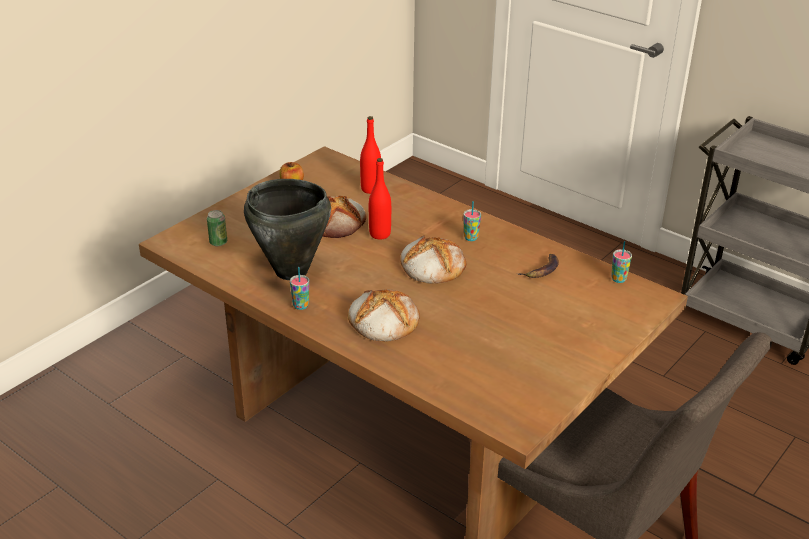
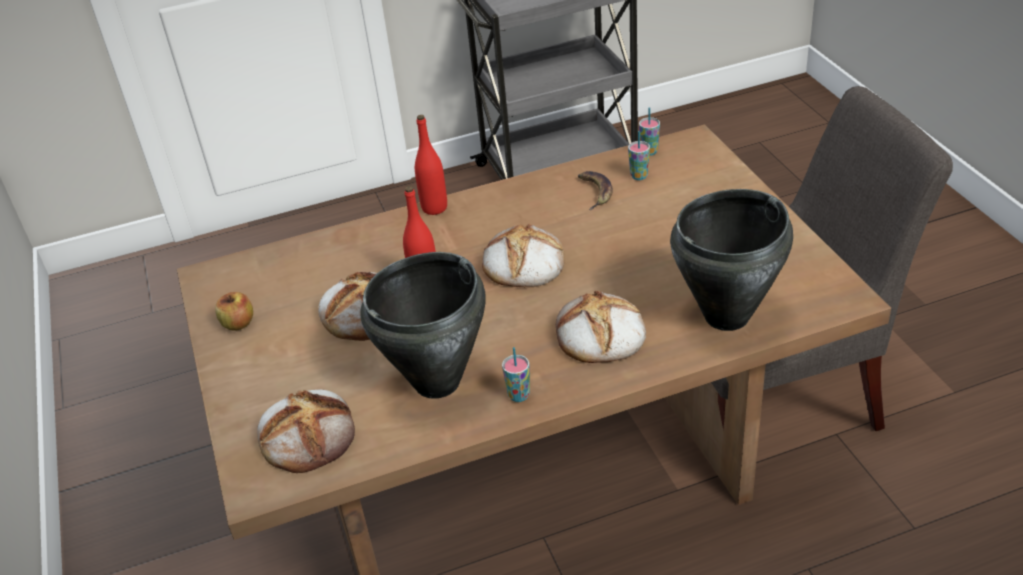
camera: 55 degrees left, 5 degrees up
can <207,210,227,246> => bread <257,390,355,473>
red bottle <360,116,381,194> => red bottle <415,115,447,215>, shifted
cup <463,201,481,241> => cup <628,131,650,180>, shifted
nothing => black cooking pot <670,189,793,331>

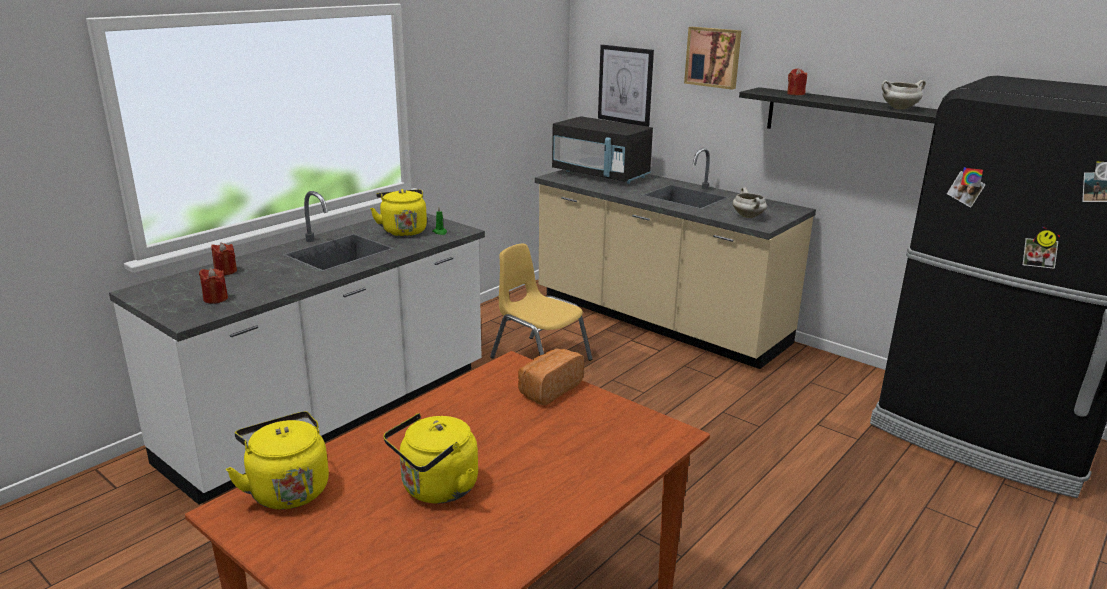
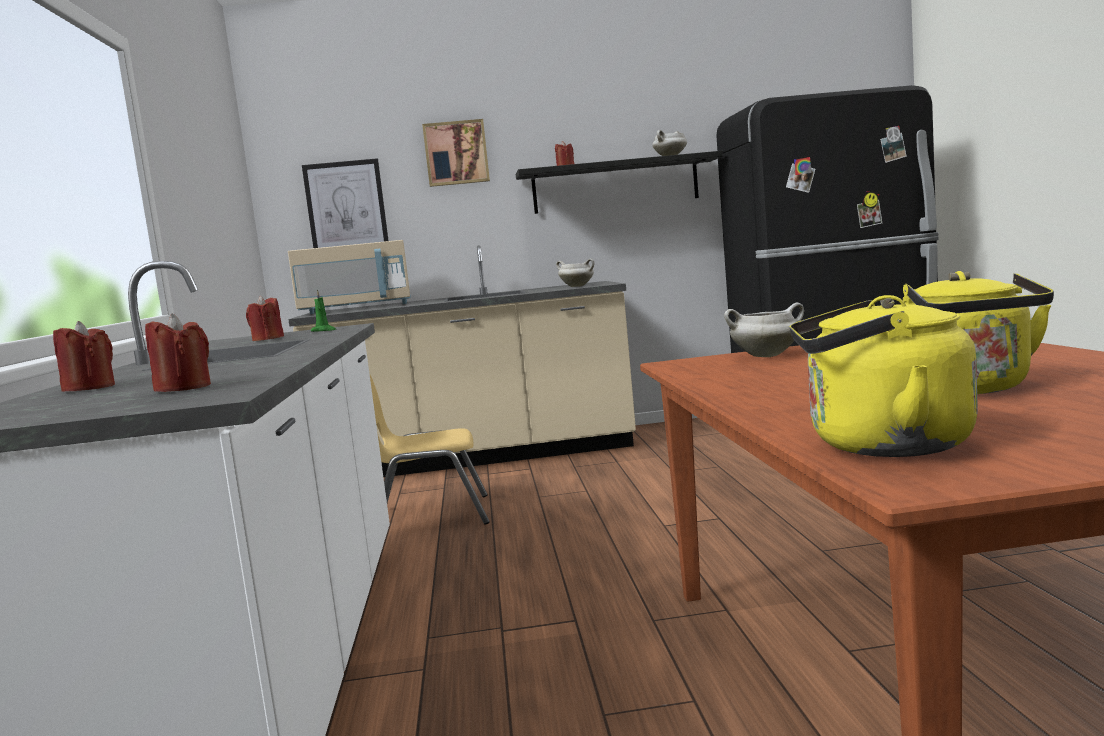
camera: 45 degrees left, 15 degrees down
yellow kettle <370,189,427,236> => red candle <246,296,284,341>
black microwave <552,116,653,184> => beige microwave <288,240,411,314>
bread <518,348,584,405> => white cooking pot <724,303,804,357>

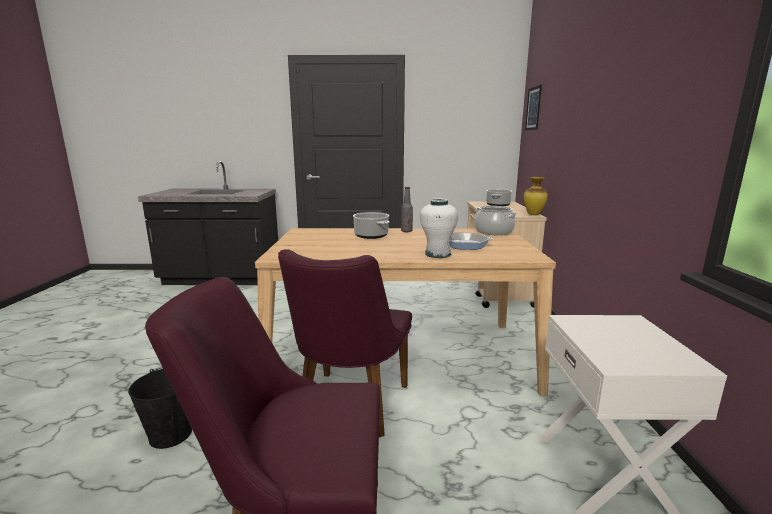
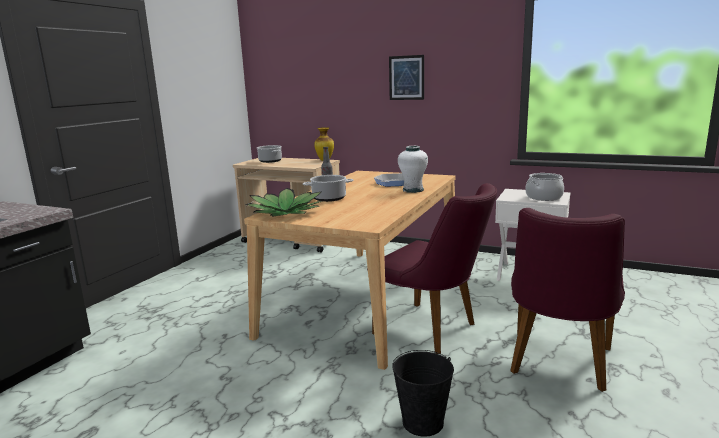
camera: 65 degrees left, 0 degrees up
nothing => potted plant <245,188,322,217>
picture <525,85,542,130> => picture <389,55,424,100>, shifted
cooking pot <474,206,516,235> => cooking pot <525,173,564,201>, shifted

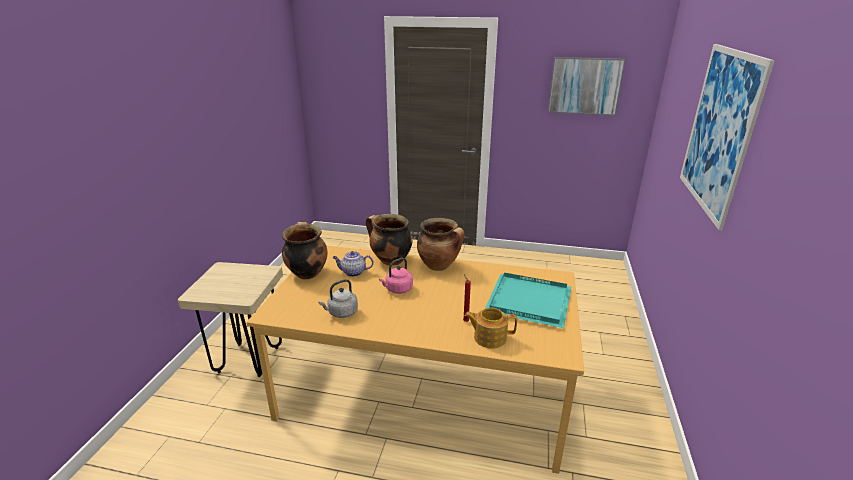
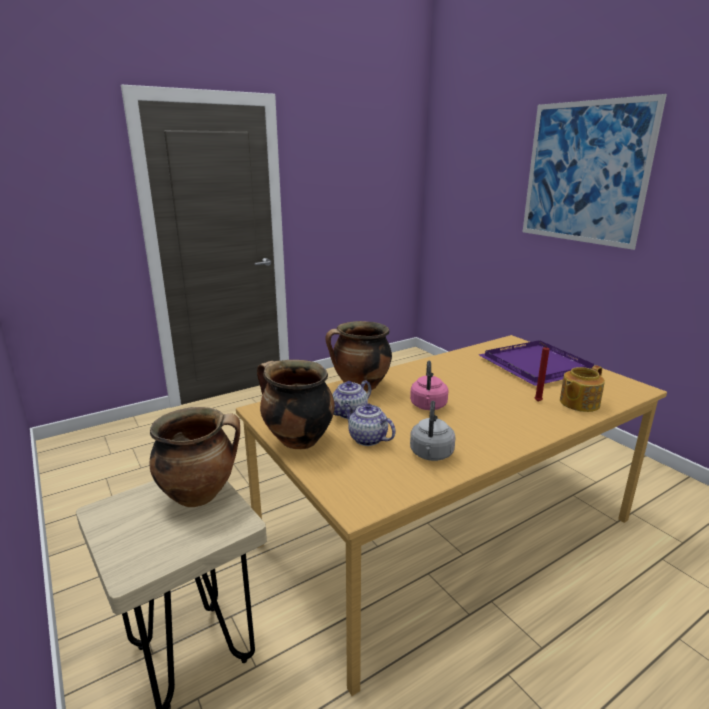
camera: 45 degrees left, 5 degrees down
cooking pot <417,218,465,271> => cooking pot <149,407,240,507>, shifted
nothing => teapot <343,403,396,446>
turquoise tray <485,273,571,328> => purple tray <479,340,594,386>
picture <548,57,626,116> => nothing

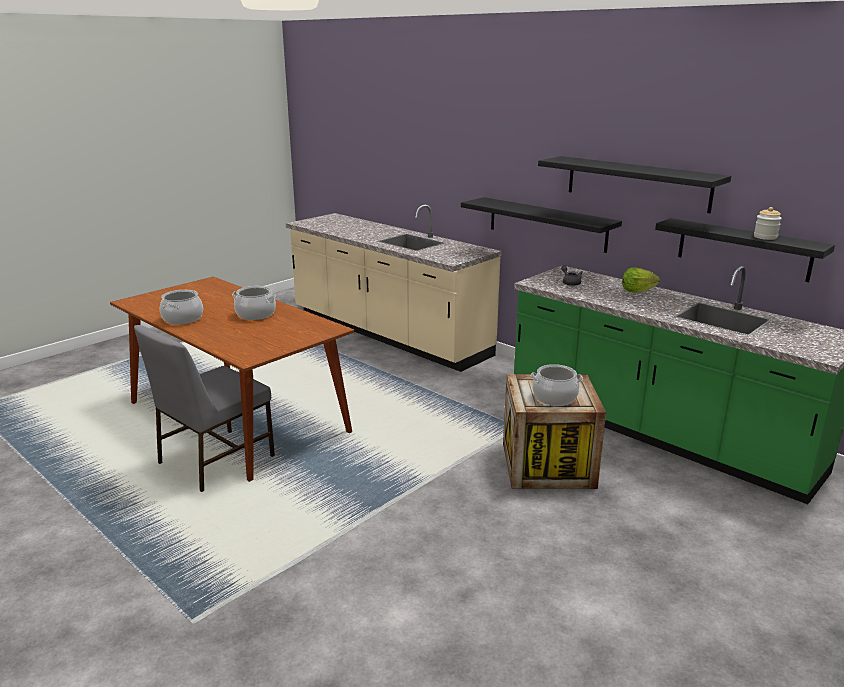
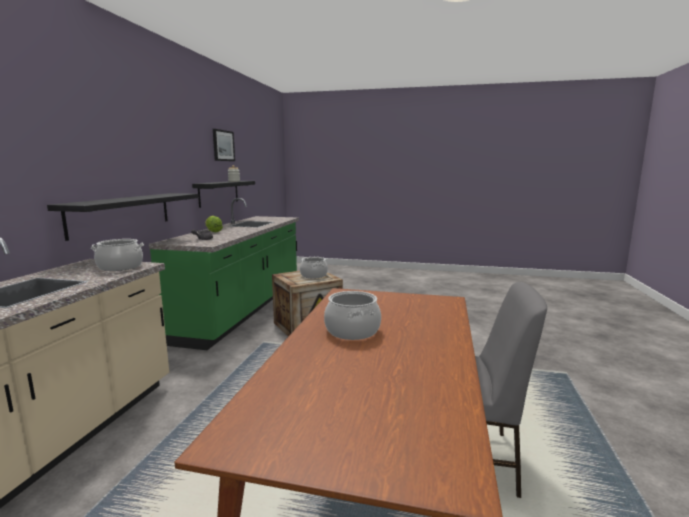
camera: 120 degrees left, 10 degrees down
cooking pot <160,290,203,325> => cooking pot <91,239,144,271>, shifted
nothing => picture <213,129,235,161>
black shelf <538,156,731,213> => nothing

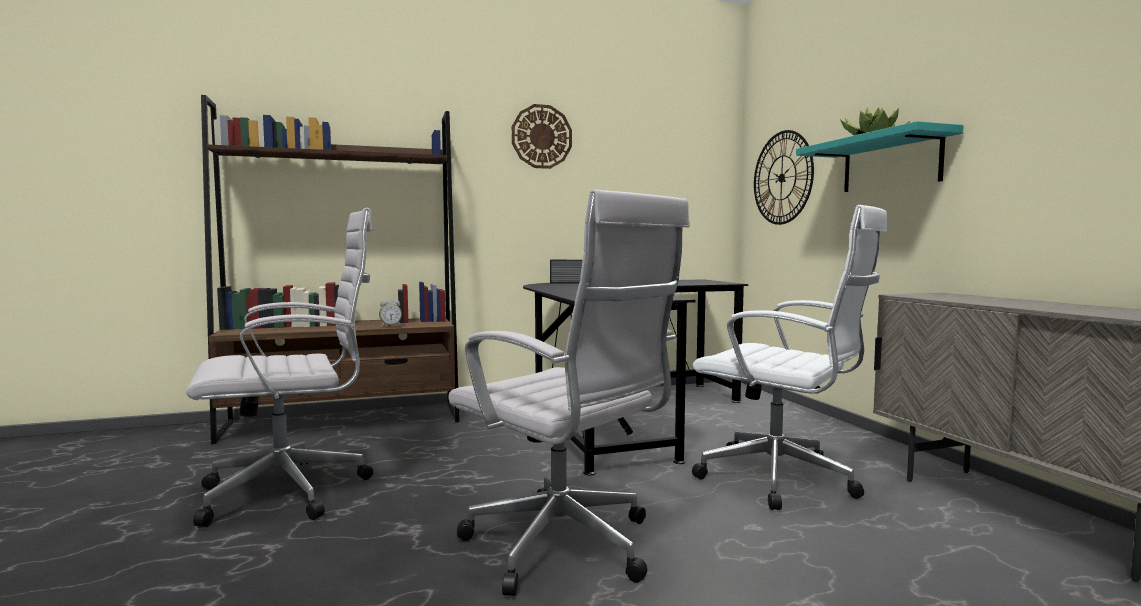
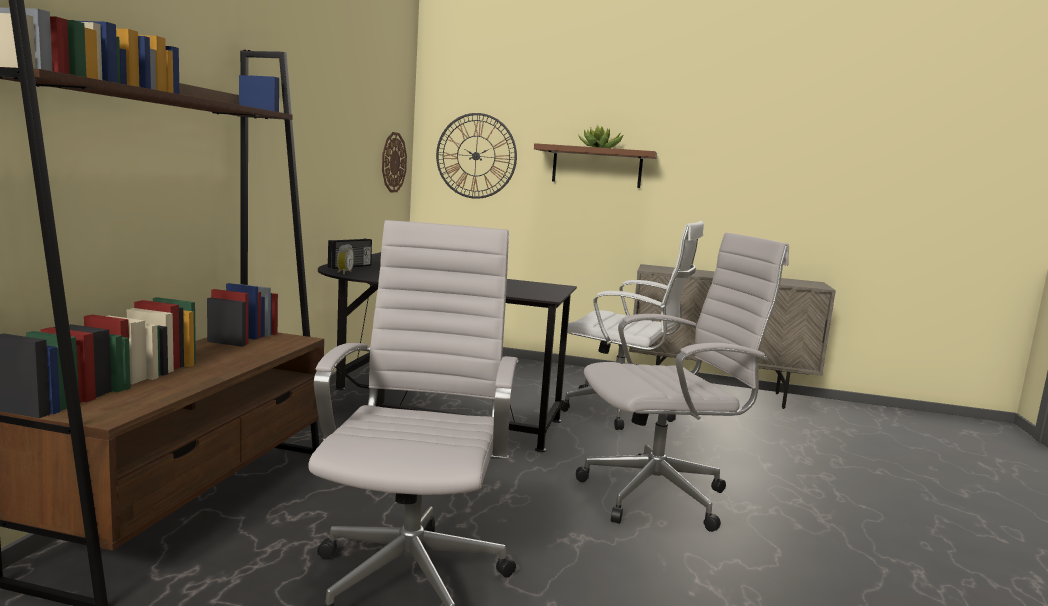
camera: 60 degrees left, 5 degrees up
alarm clock <379,300,402,328> => alarm clock <337,244,354,275>, shifted
wall clock <512,104,572,169> => wall clock <382,132,407,192>, shifted
turquoise shelf <796,121,964,192> => brown shelf <534,143,657,188>
white office chair <692,205,888,510> => white office chair <561,221,704,430>, 45 degrees clockwise

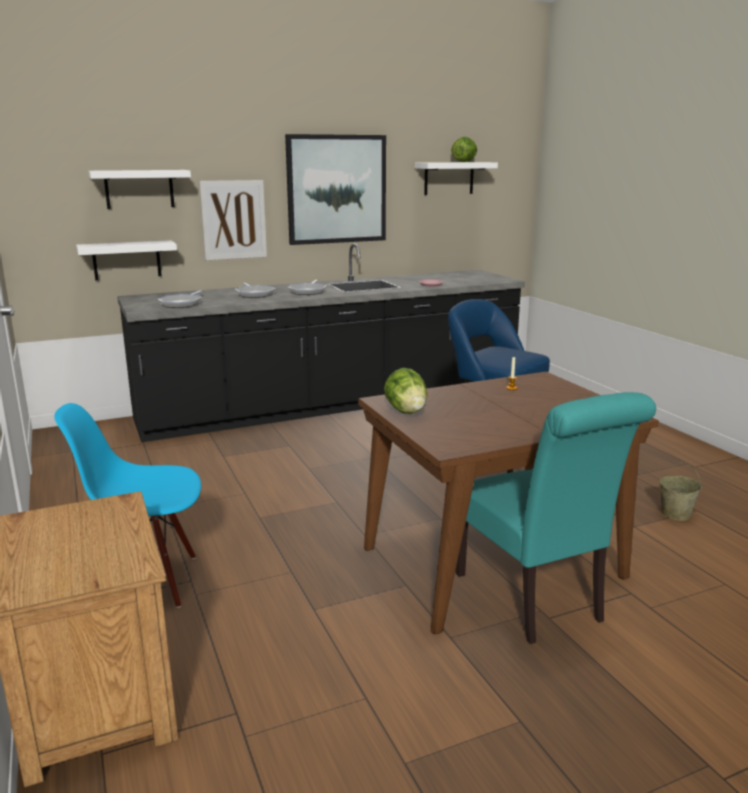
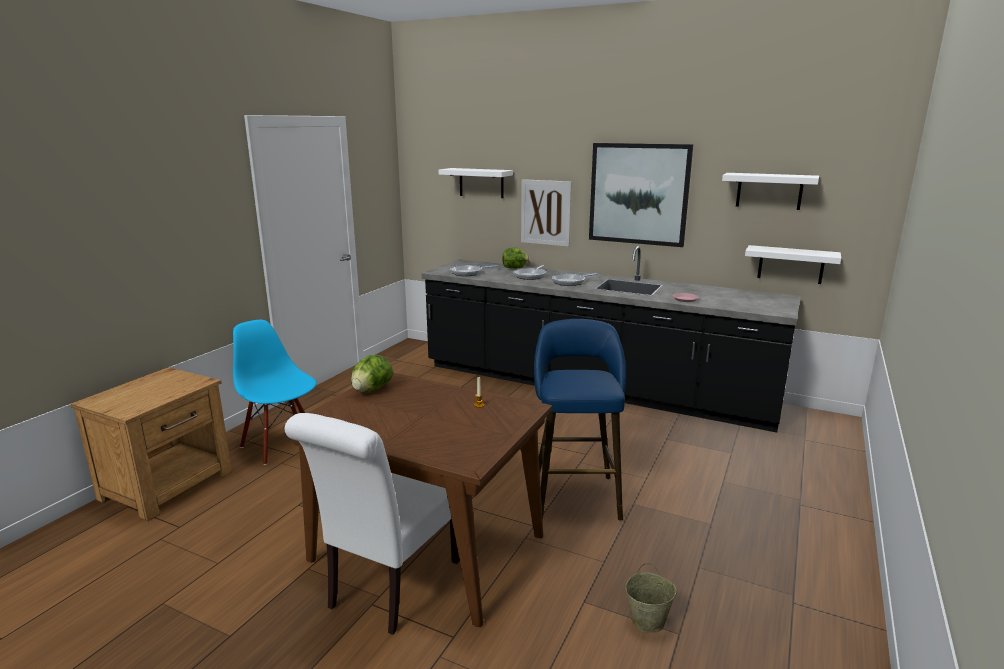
camera: 50 degrees right, 0 degrees up
turquoise chair <456,392,656,644> => white chair <284,413,460,635>
lettuce <451,136,477,162> => lettuce <502,247,529,269>, shifted
white shelf <76,240,177,280> => white shelf <745,245,841,284>, shifted

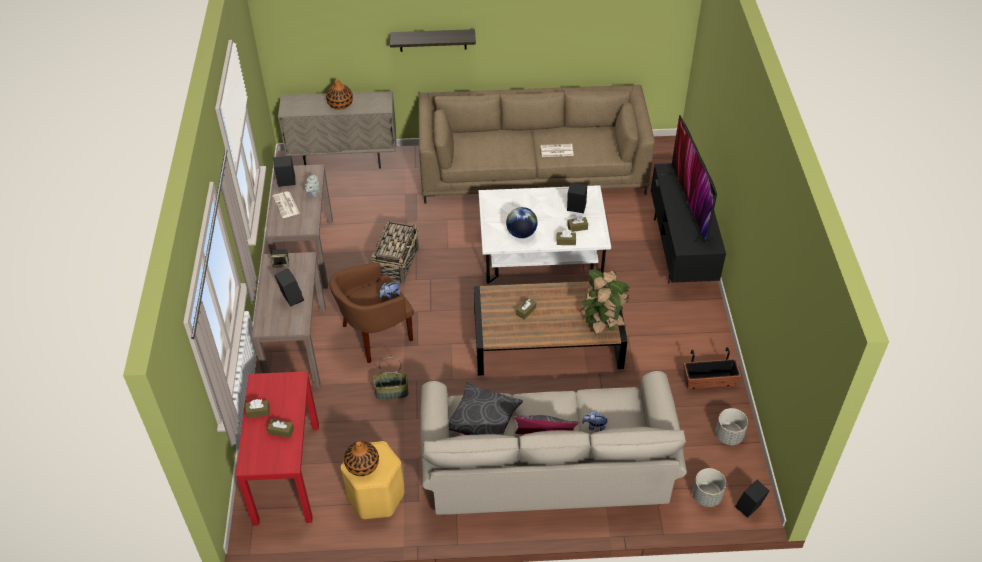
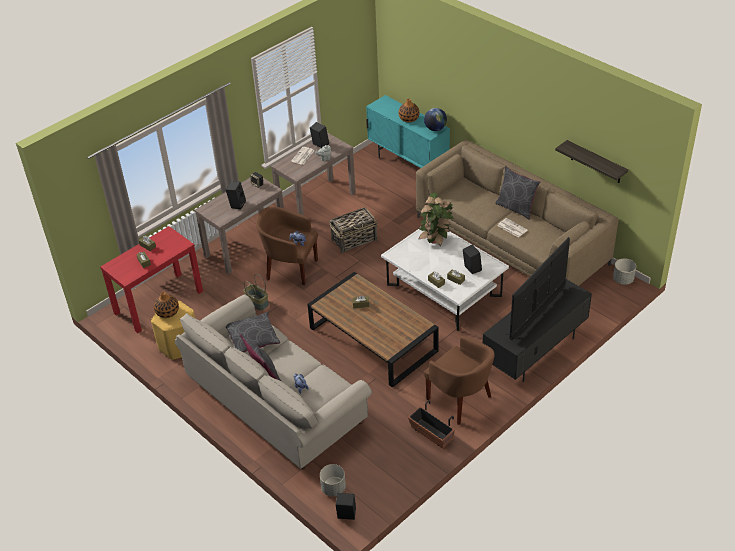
camera: 50 degrees right, 5 degrees down
beige cabinet <278,91,396,169> => turquoise cabinet <366,95,450,168>
potted plant <580,269,630,335> => potted plant <418,192,454,246>, shifted
nothing => brown armchair <423,336,495,425>
globe <506,207,537,238> => globe <424,108,447,131>, shifted
nothing => grey pillow <495,166,540,220>
shelf <390,29,476,52> => shelf <555,140,628,183>, shifted
grey planter <715,408,748,445> => grey planter <613,258,636,285>, shifted

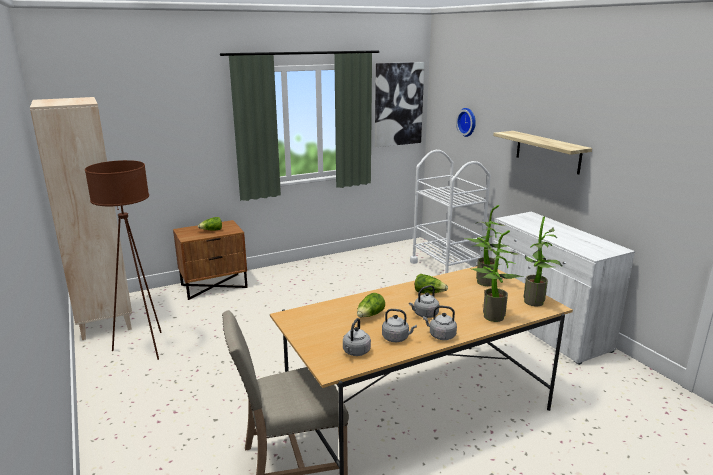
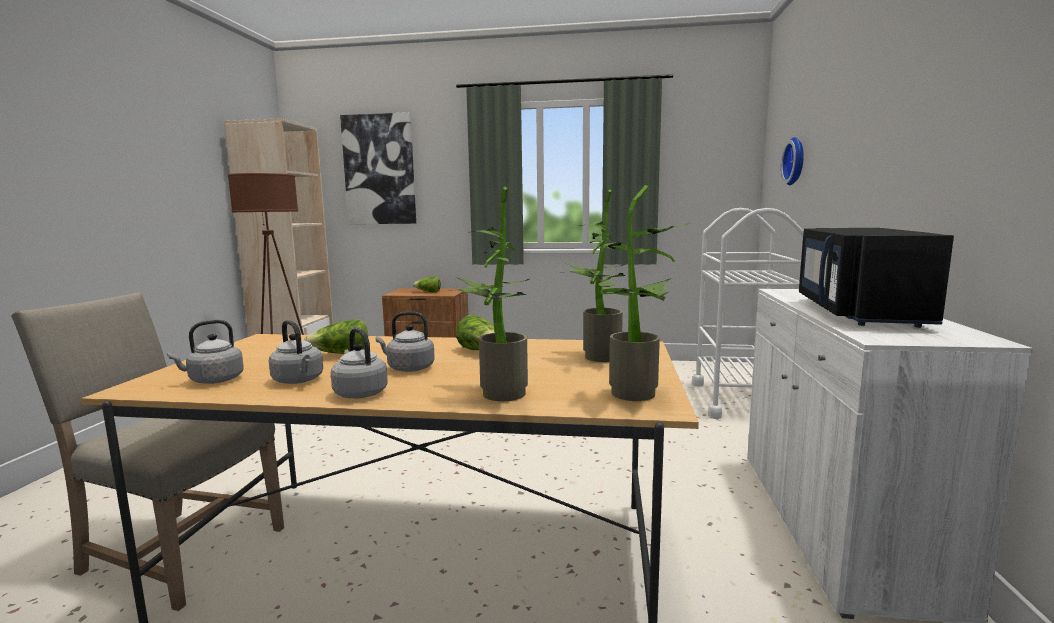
camera: 35 degrees right, 10 degrees down
picture <375,62,425,147> => picture <340,112,416,224>, shifted
nothing => black microwave <799,228,954,328>
shelf <493,131,592,174> => nothing

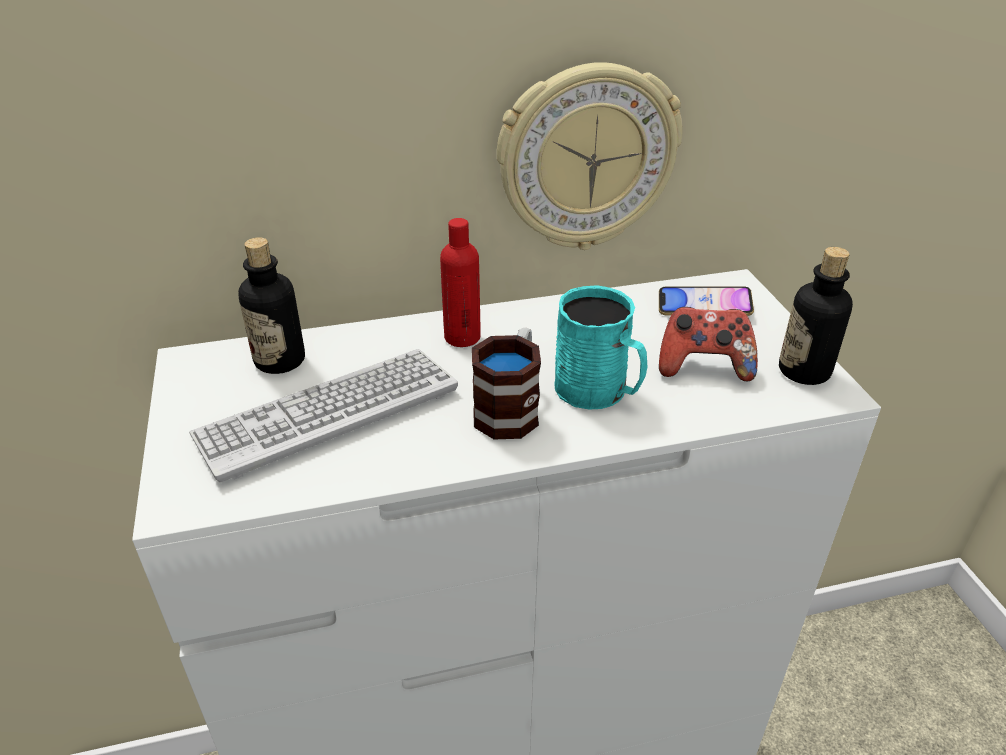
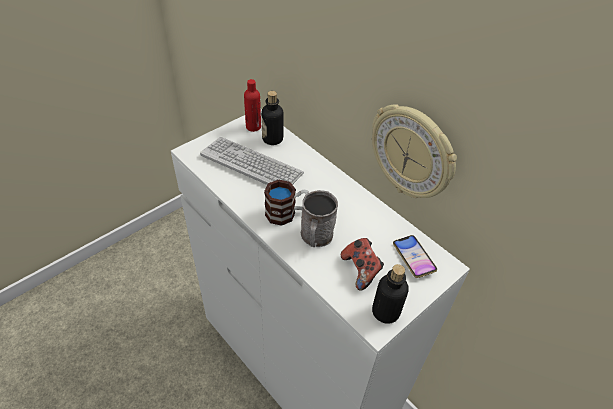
camera: 60 degrees right, 10 degrees up
red bottle <440,218,481,347> => red bottle <244,79,261,132>, shifted
turquoise mug <554,285,647,410> => grey mug <301,190,338,247>

